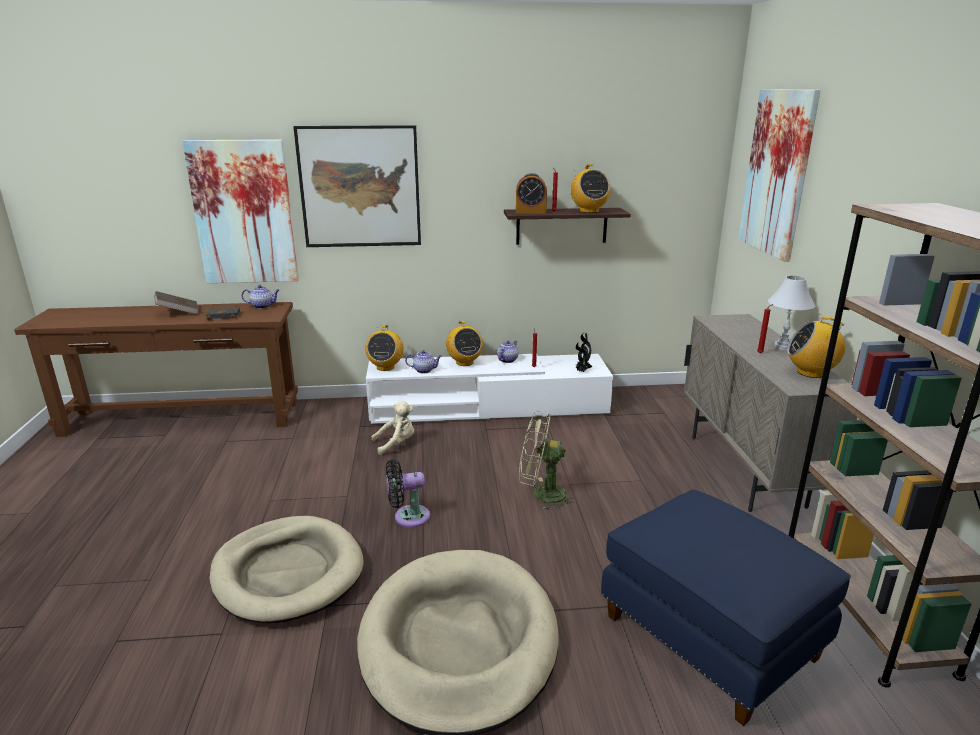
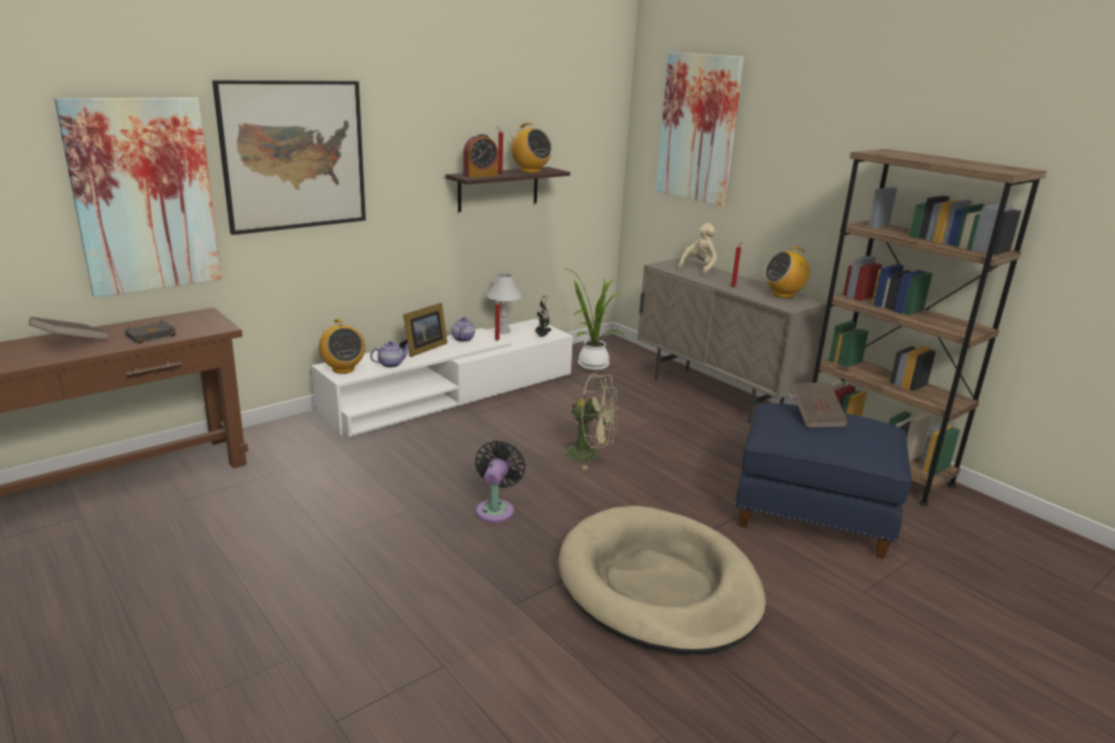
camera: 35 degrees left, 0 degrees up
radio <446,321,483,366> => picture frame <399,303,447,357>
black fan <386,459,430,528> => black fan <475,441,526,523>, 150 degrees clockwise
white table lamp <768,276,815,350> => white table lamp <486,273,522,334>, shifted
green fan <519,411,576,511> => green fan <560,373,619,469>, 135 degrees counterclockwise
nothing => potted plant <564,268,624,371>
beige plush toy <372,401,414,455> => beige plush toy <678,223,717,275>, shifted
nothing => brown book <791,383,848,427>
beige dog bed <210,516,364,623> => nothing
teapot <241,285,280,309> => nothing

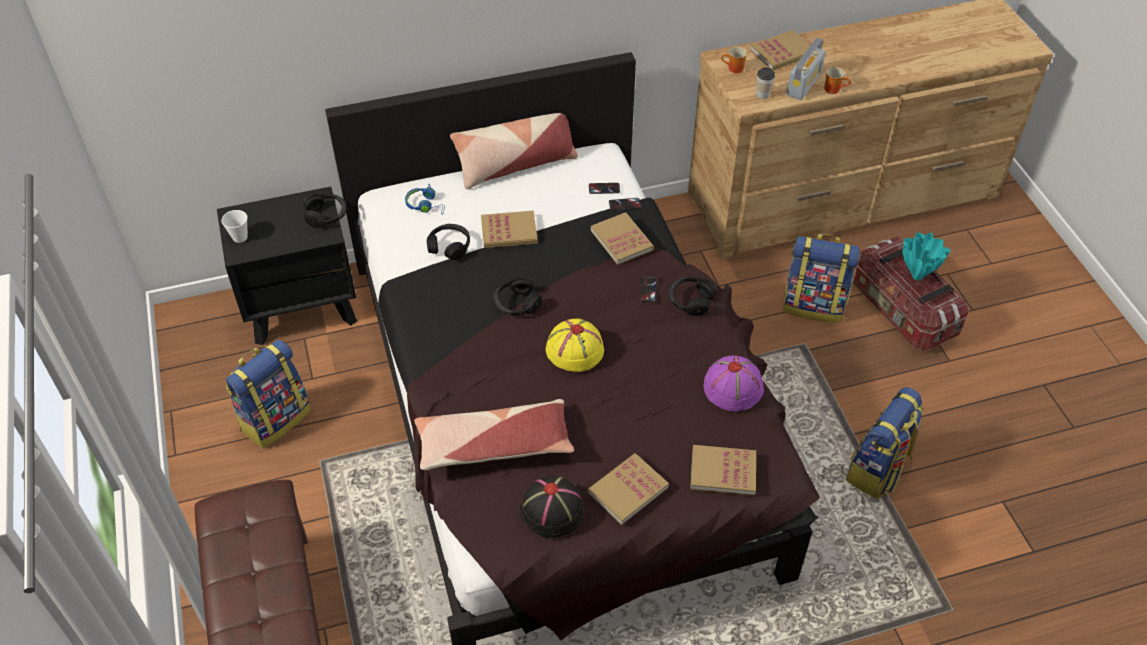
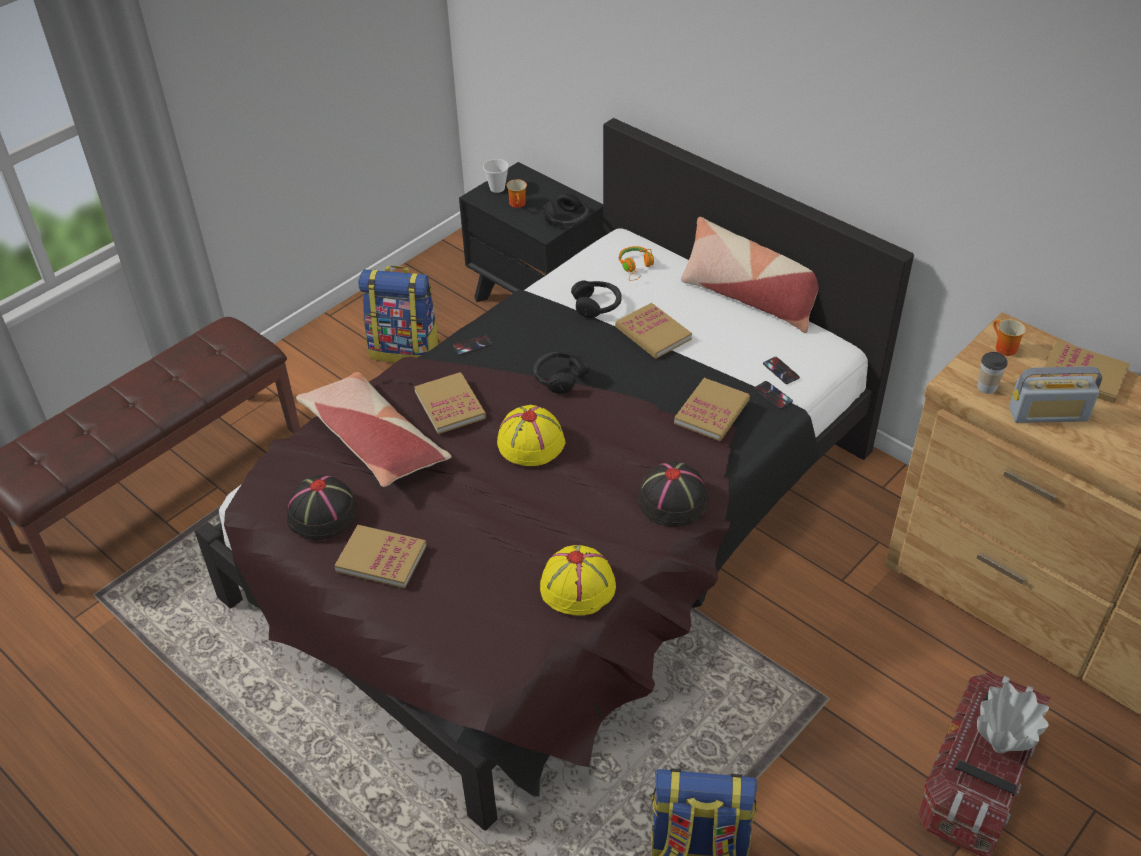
camera: 60 degrees right, 5 degrees down
book <690,445,756,495> => book <414,372,486,434>, shifted
phone <640,276,657,302> => phone <453,334,493,355>, shifted
mug <824,66,851,94> => mug <507,179,527,208>, shifted
purple hat <704,355,764,412> => yellow hat <540,545,616,616>
blue headphones <405,184,445,215> => orange headphones <619,246,654,281>
black headphones <668,277,717,316> => black hat <637,461,709,527>
turquoise vase <903,232,950,280> => white vase <977,682,1049,753>
backpack <783,234,860,323> => nothing

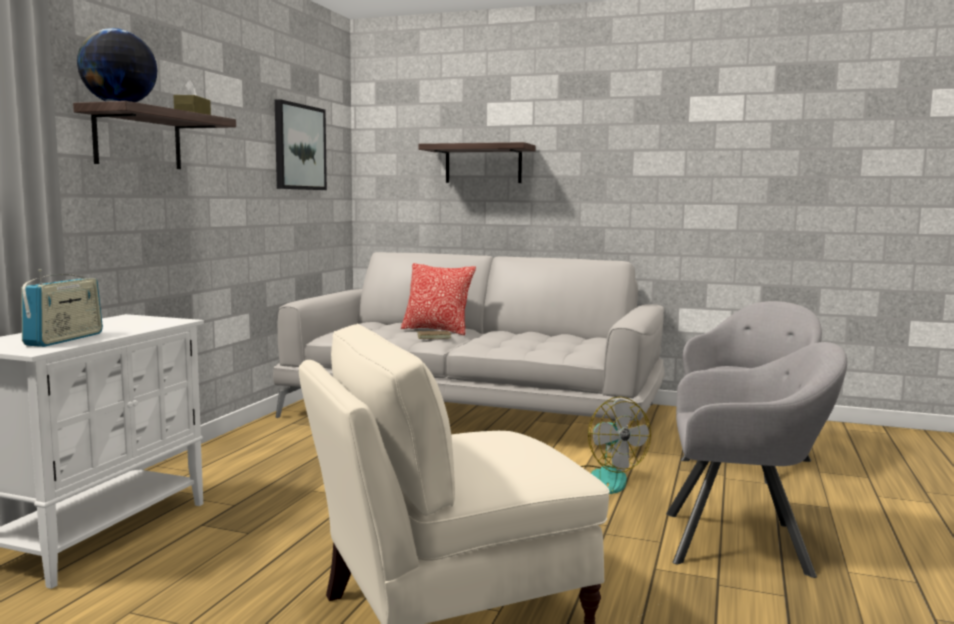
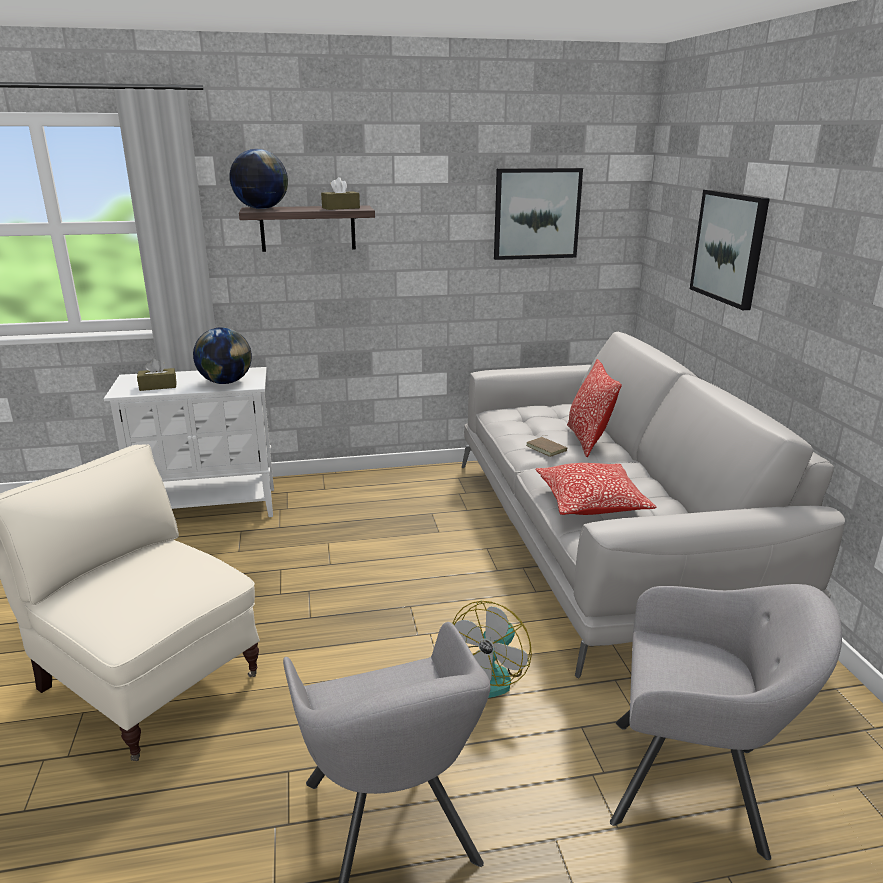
camera: 60 degrees right, 15 degrees up
radio <21,269,103,347> => brown tissue box <137,358,177,391>
nothing => globe <193,327,252,384>
nothing => pillow <535,463,656,515>
shelf <418,142,536,183> => picture <690,190,770,310>

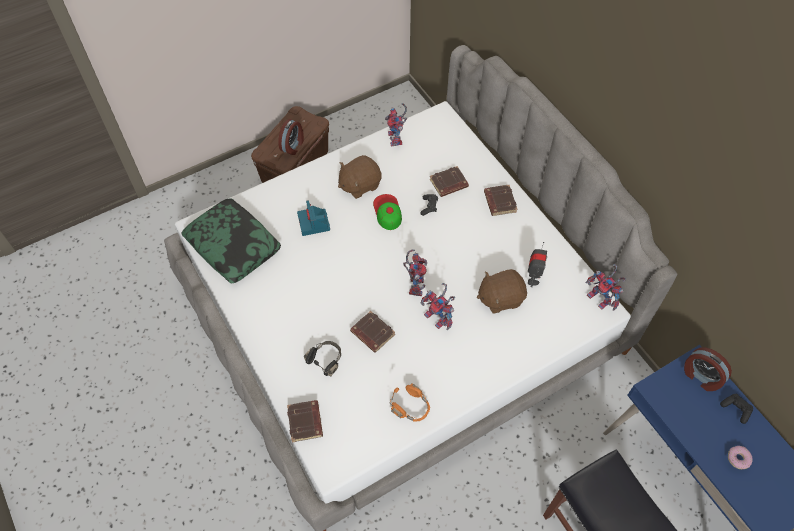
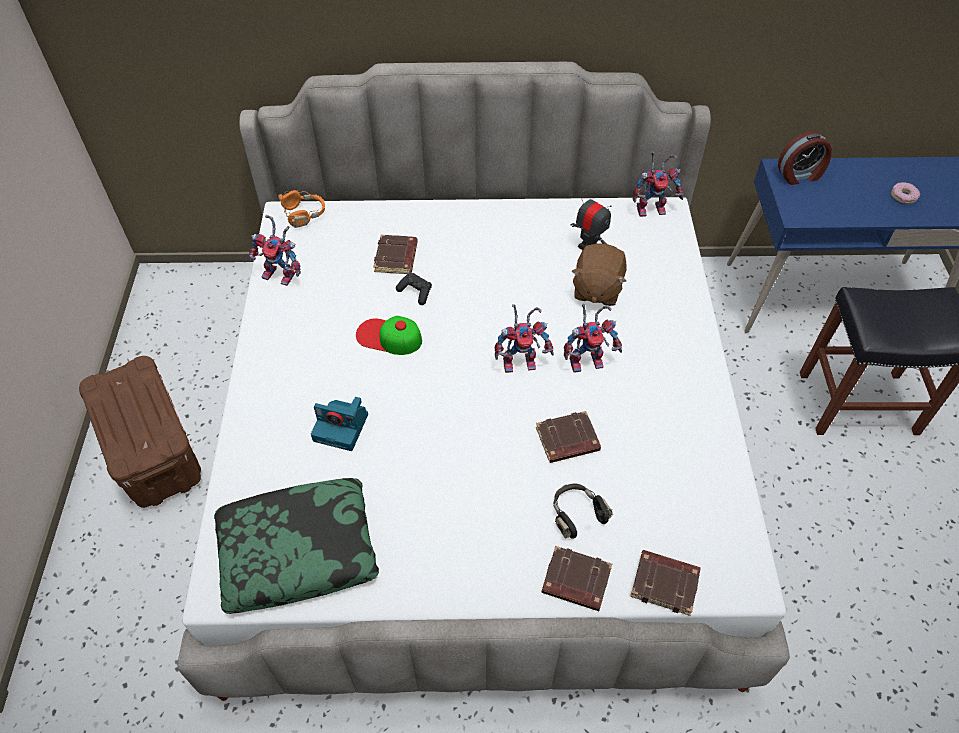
camera: 60 degrees left, 5 degrees down
orange headphones <390,383,430,422> => orange headphones <278,190,325,228>, shifted
toy robot <403,249,427,296> => toy robot <495,304,554,373>, 135 degrees clockwise
brown book <484,185,518,216> => brown book <542,546,612,611>, shifted
alarm clock <278,119,304,155> => nothing
brown plush toy <338,155,382,199> => nothing
black game controller <720,394,753,424> => nothing

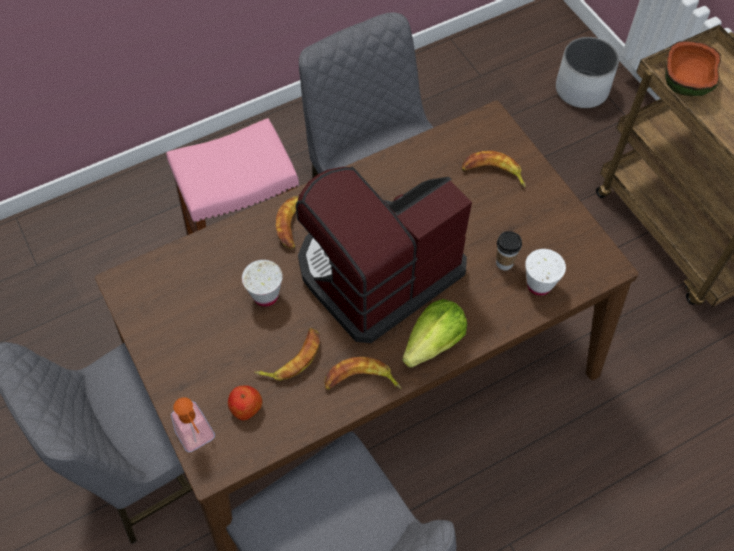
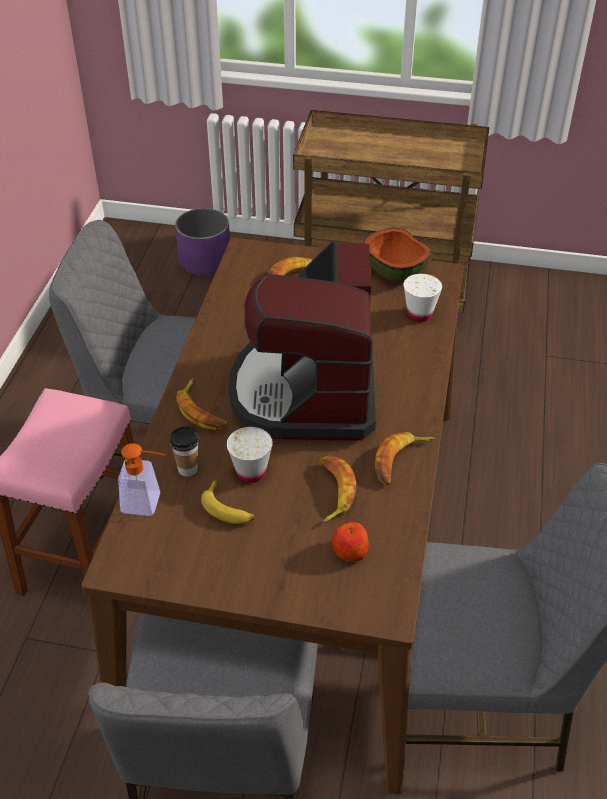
camera: 50 degrees left, 15 degrees down
soap dispenser <171,397,215,452> => soap dispenser <118,443,166,516>, shifted
cup <496,231,522,270> => cup <170,426,199,477>, shifted
white planter <556,37,619,108> => purple planter <175,208,230,275>
nothing => banana <201,480,254,524>
bowl <665,41,721,96> => bowl <364,227,431,281>, shifted
lettuce <402,299,467,368> => nothing

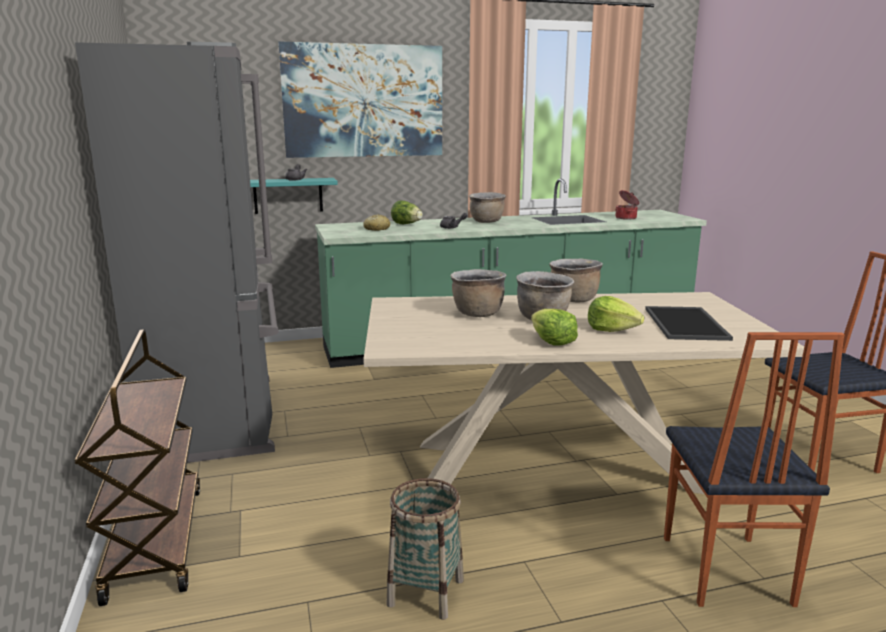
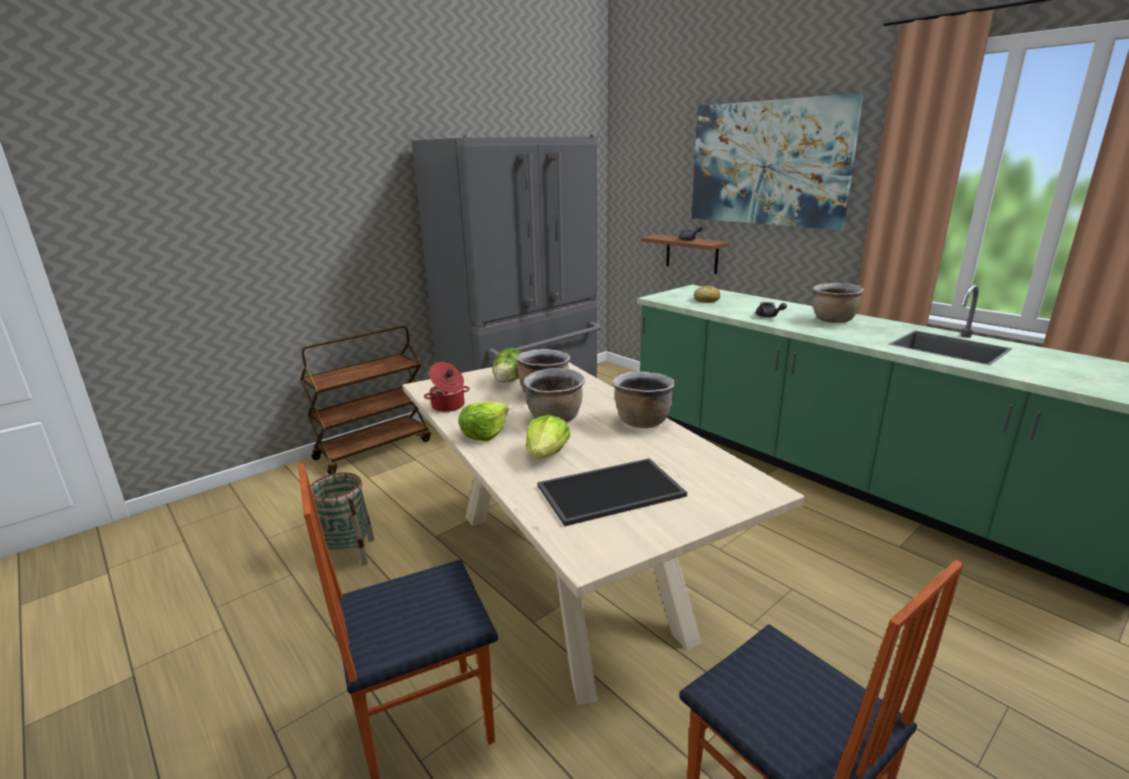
camera: 65 degrees right, 5 degrees up
cooking pot <615,190,639,220> => cooking pot <424,362,470,412>, shifted
lettuce <391,201,423,224> => lettuce <493,348,522,382>, shifted
turquoise shelf <250,178,338,214> => brown shelf <641,234,730,274>

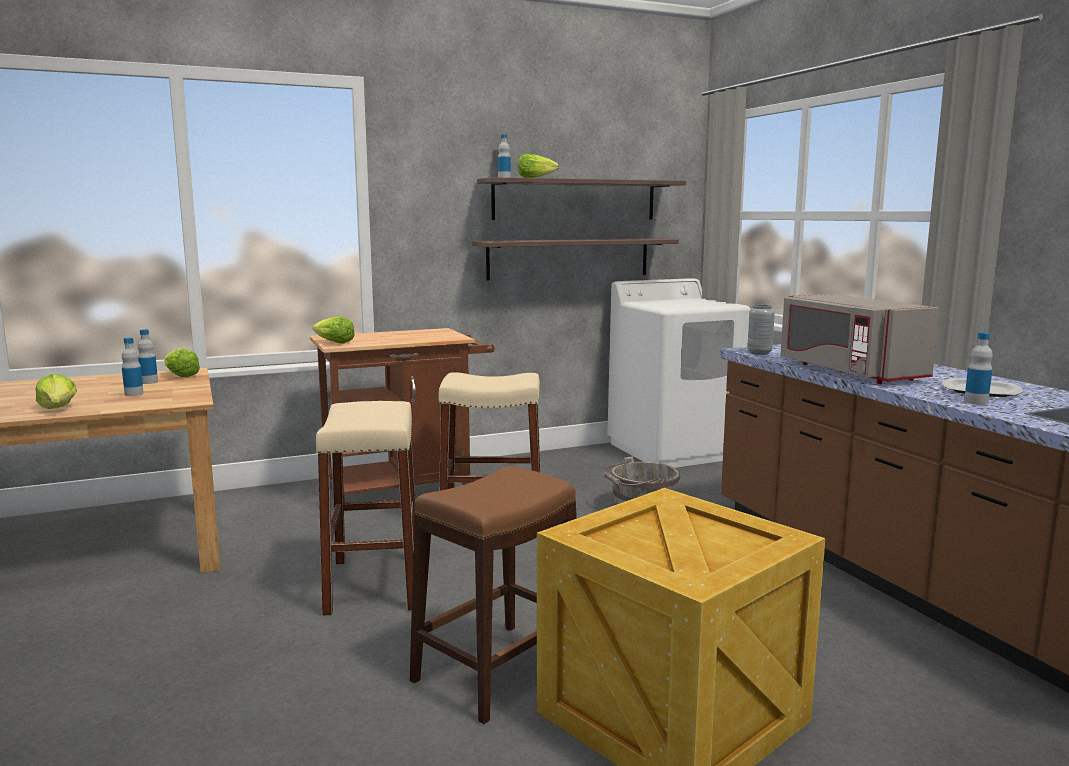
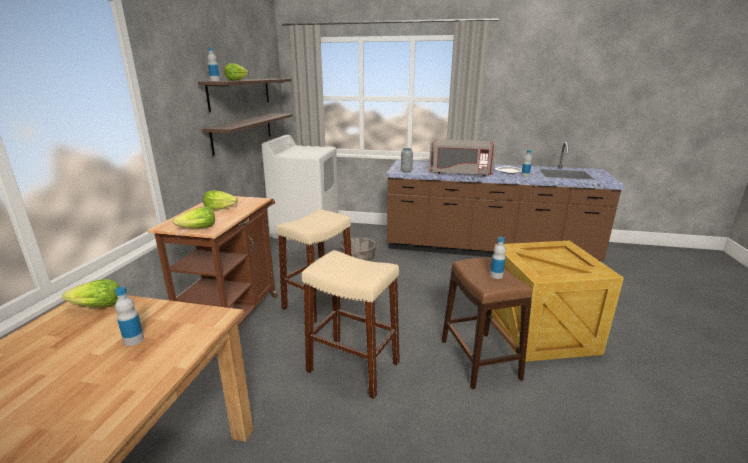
camera: 55 degrees left, 10 degrees up
lettuce <36,374,77,409> => lettuce <203,190,238,210>, shifted
bottle <138,329,158,384> => bottle <490,237,506,279>, shifted

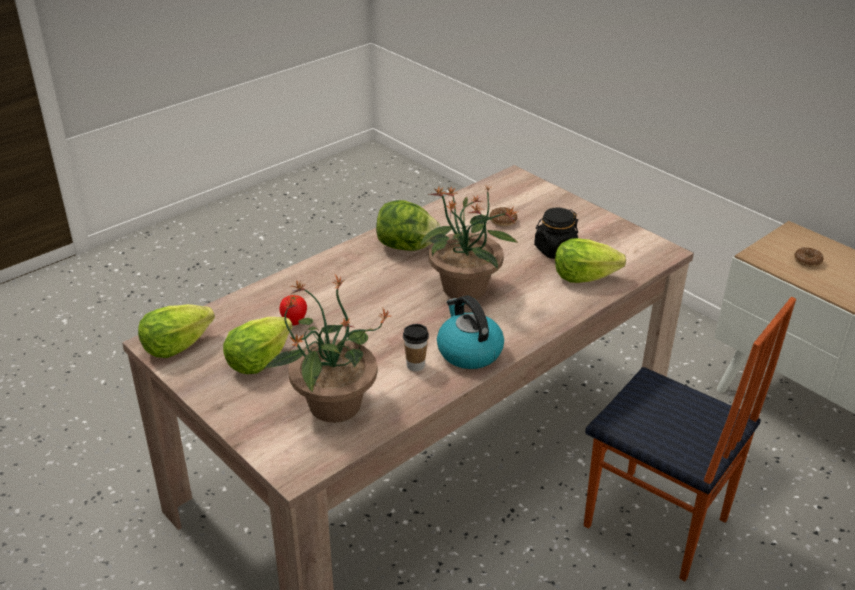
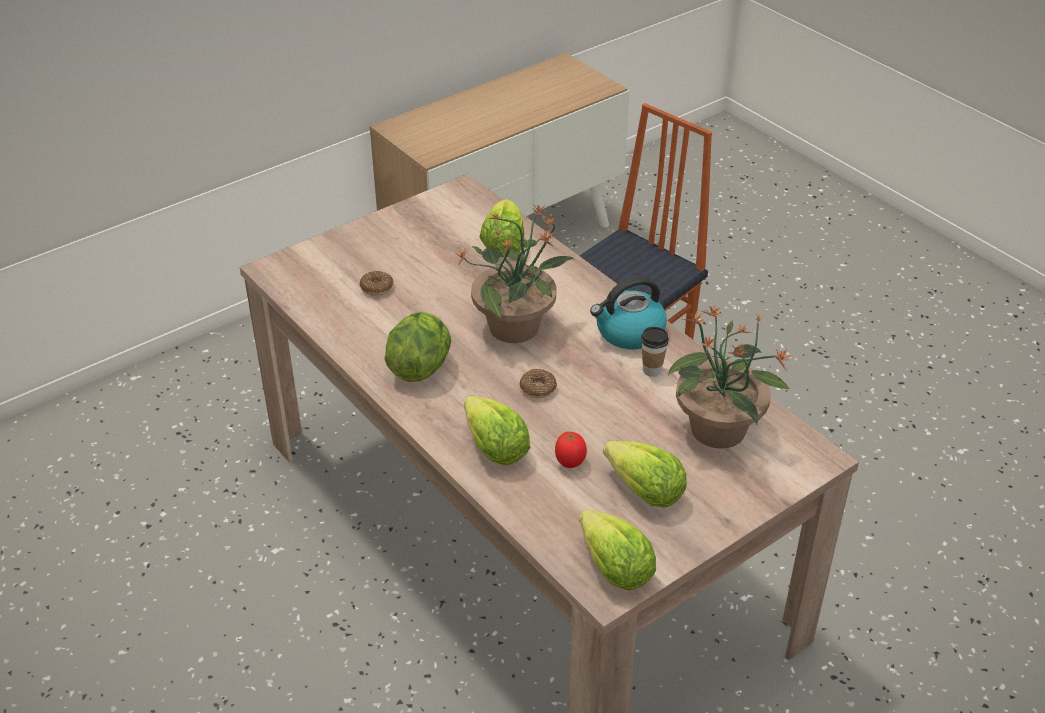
camera: 85 degrees left, 5 degrees up
nothing => lettuce <464,395,531,465>
donut <794,247,824,267> => donut <519,369,557,398>, shifted
black jar <534,207,578,259> => nothing

